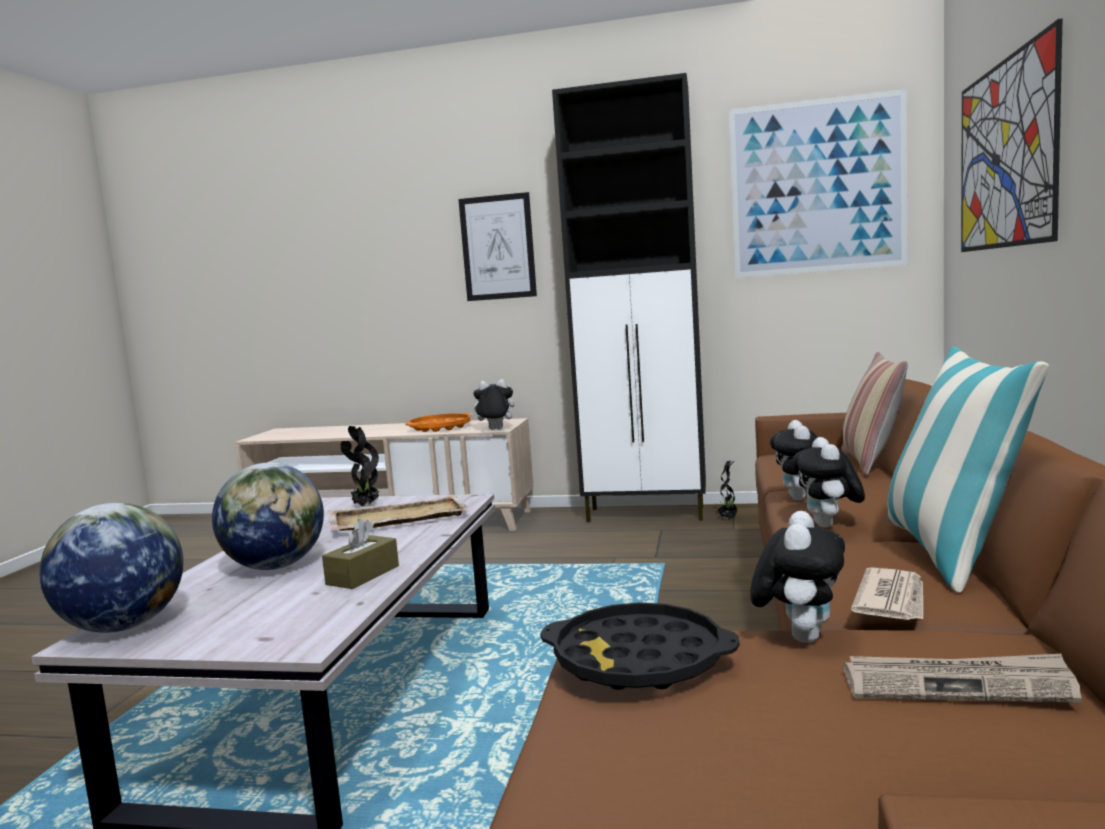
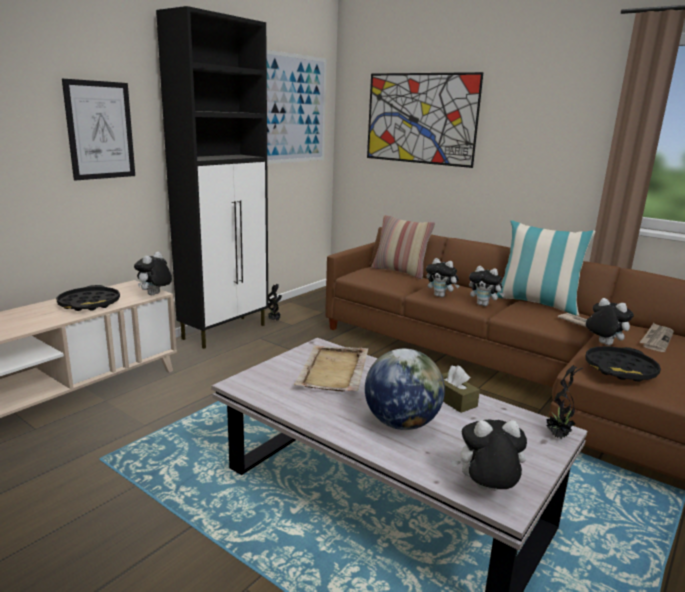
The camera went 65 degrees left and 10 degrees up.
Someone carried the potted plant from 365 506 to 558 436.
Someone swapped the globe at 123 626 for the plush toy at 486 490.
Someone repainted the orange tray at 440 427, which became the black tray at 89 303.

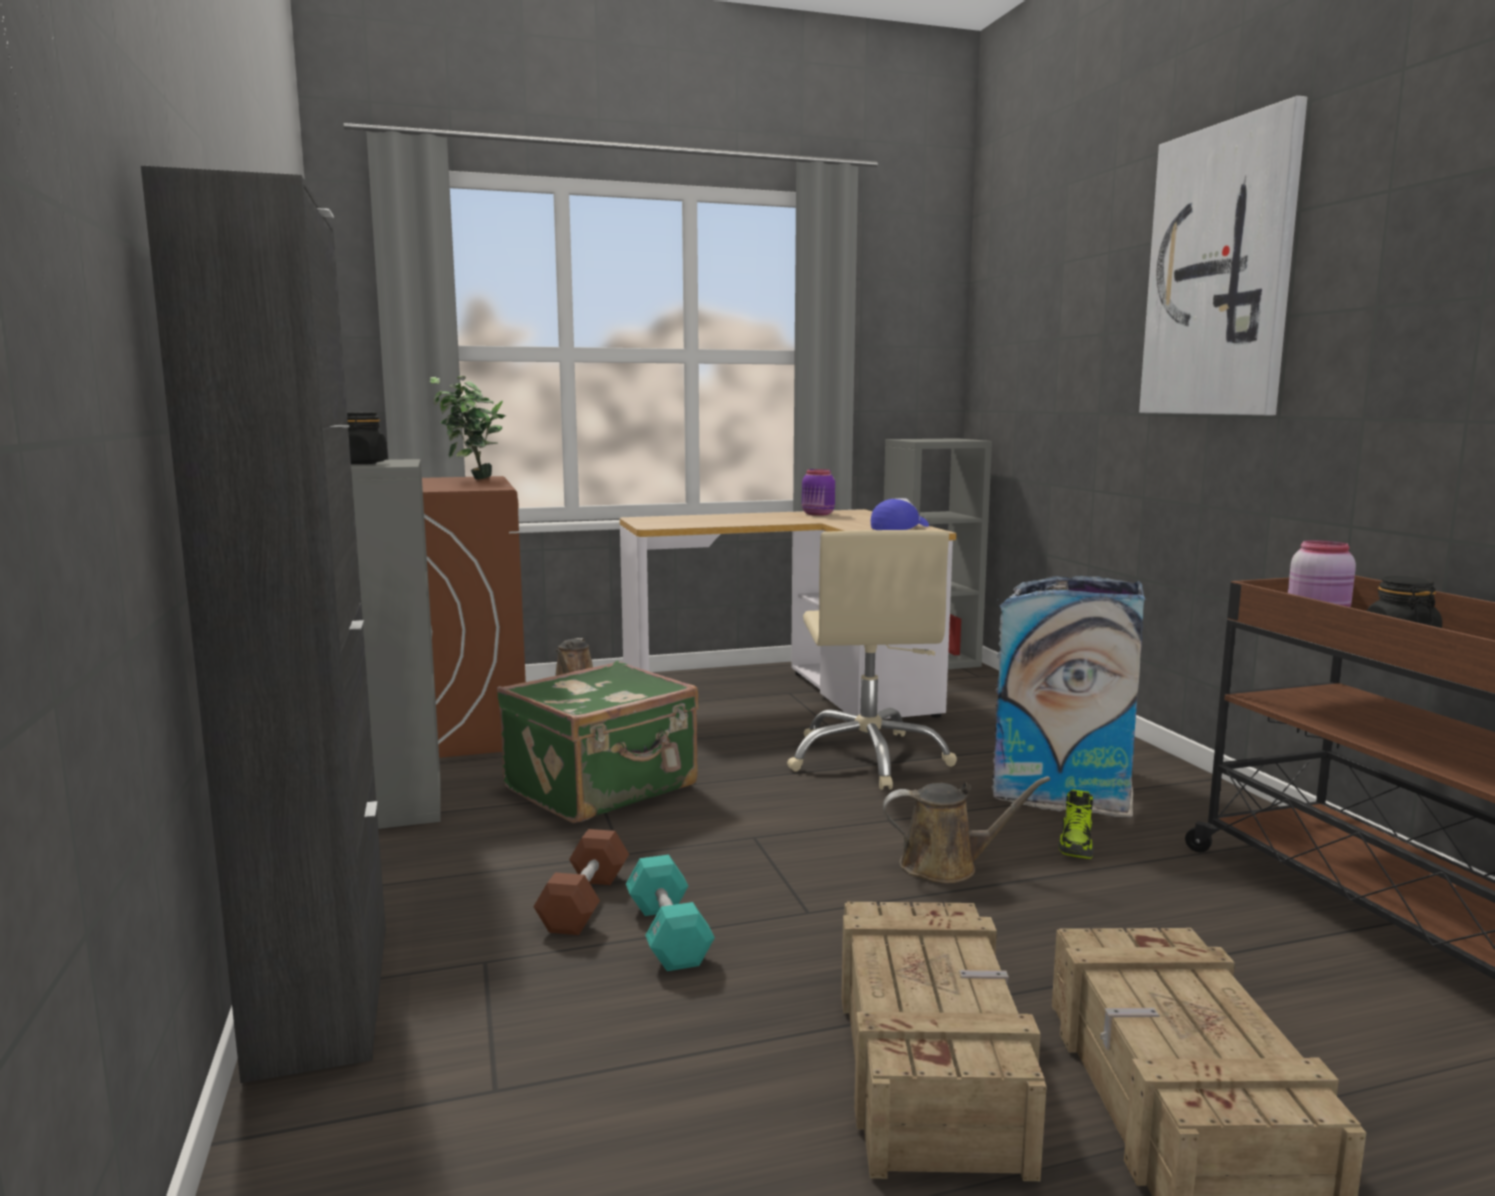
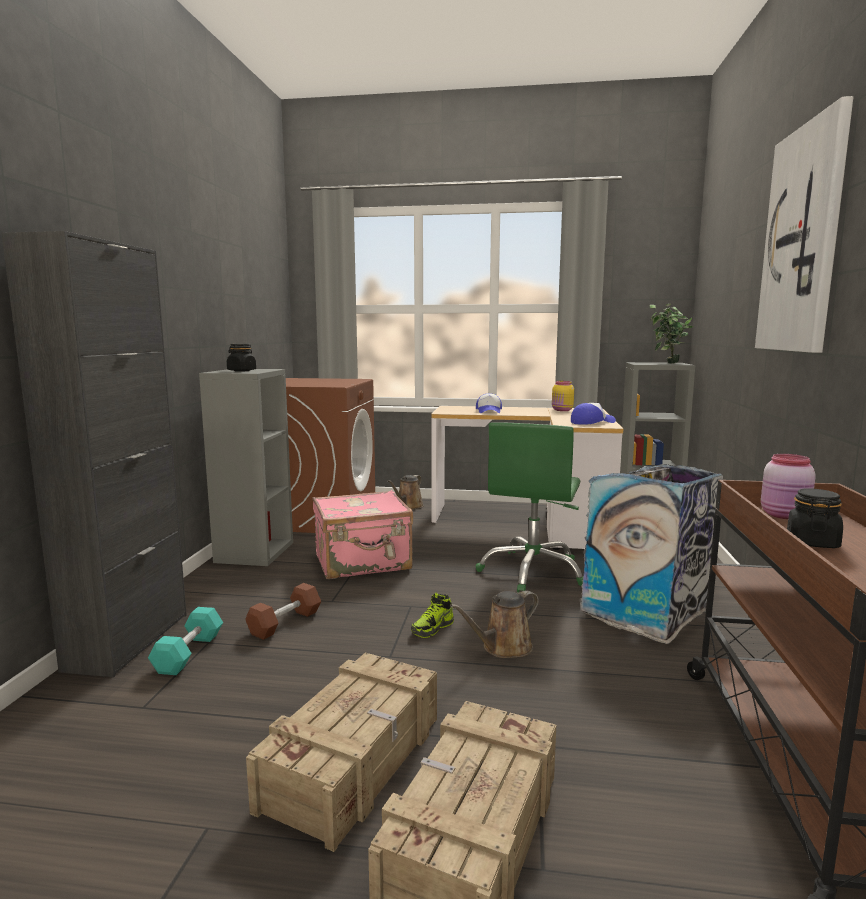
The camera went 25 degrees right and 0 degrees up.
Someone put down the cap at 489 411.
Someone carried the potted plant from 471 479 to 667 363.
Someone carried the turquoise dumbbell from 668 934 to 188 653.
Someone carried the shoe from 1076 845 to 432 628.
Someone repainted the green suitcase at 603 788, which became the pink suitcase at 363 562.
Someone repainted the beige office chair at 868 758, which became the green office chair at 532 571.
Someone repainted the purple jar at 818 514, which became the yellow jar at 562 410.
Someone rotated the brown watering can at 946 866 by 120 degrees clockwise.

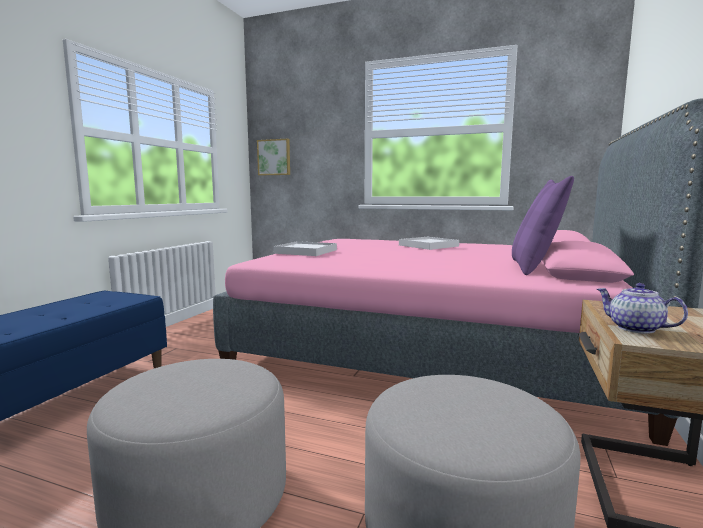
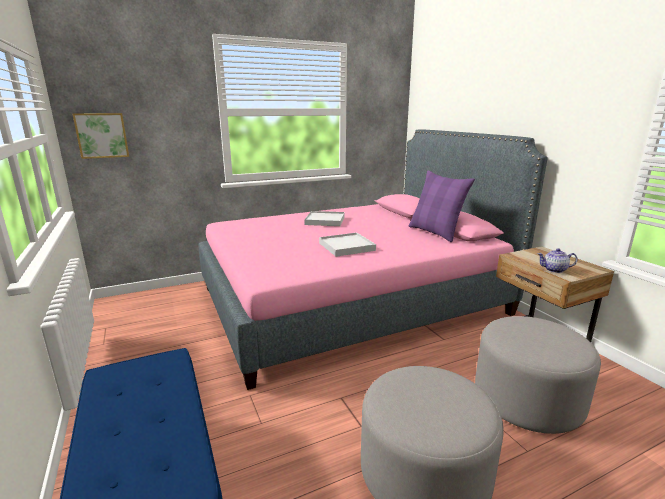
The camera went 45 degrees left and 10 degrees up.
Someone carried the white tray from 306 251 to 346 246.

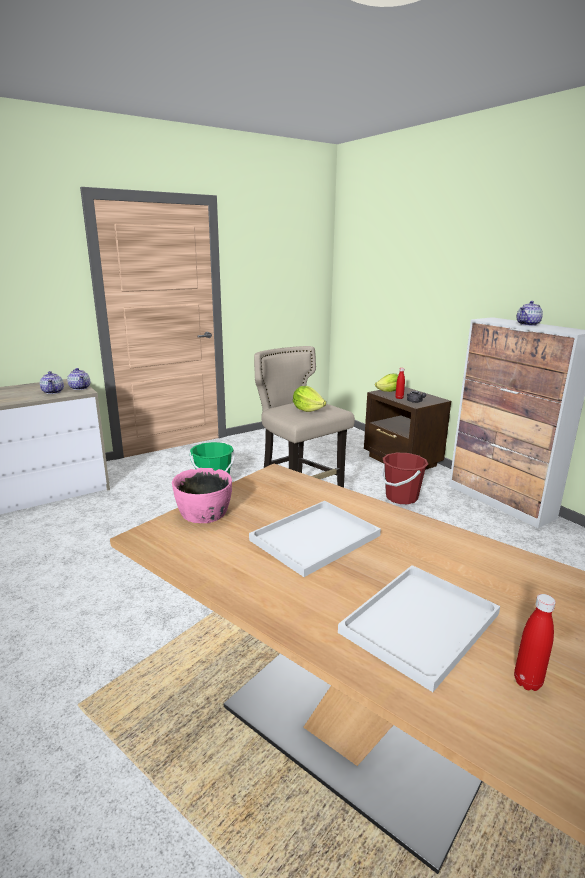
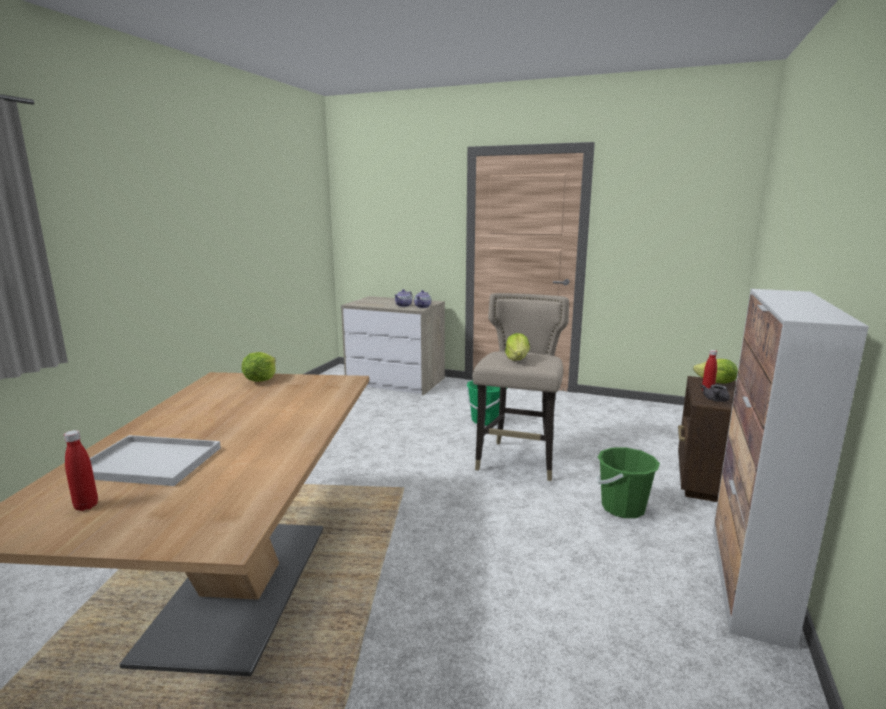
The camera went 55 degrees right and 5 degrees down.
Someone took away the white tray at 314 539.
Someone took away the teapot at 528 324.
Someone swapped the pink bowl at 204 513 for the lettuce at 260 380.
Someone repainted the red bucket at 401 497, which became the green bucket at 623 508.

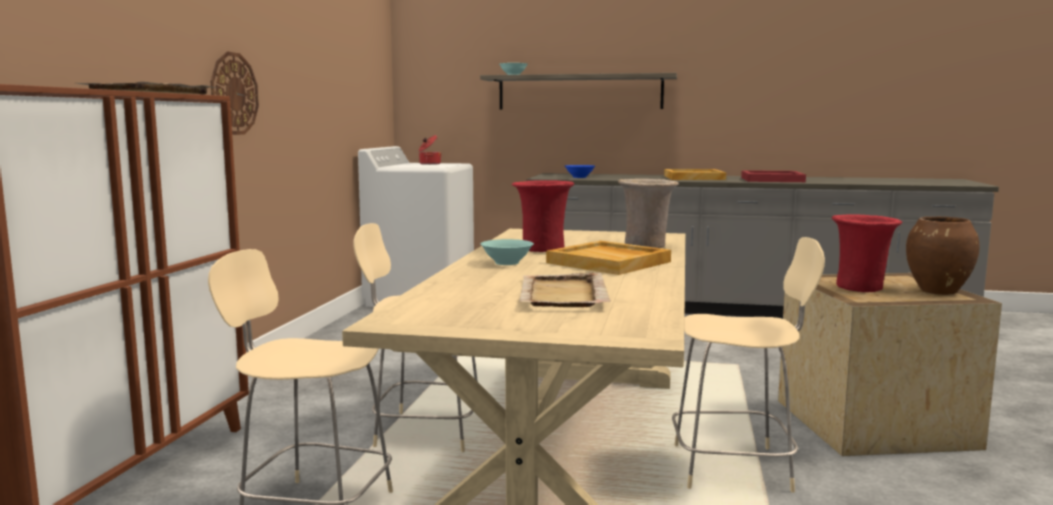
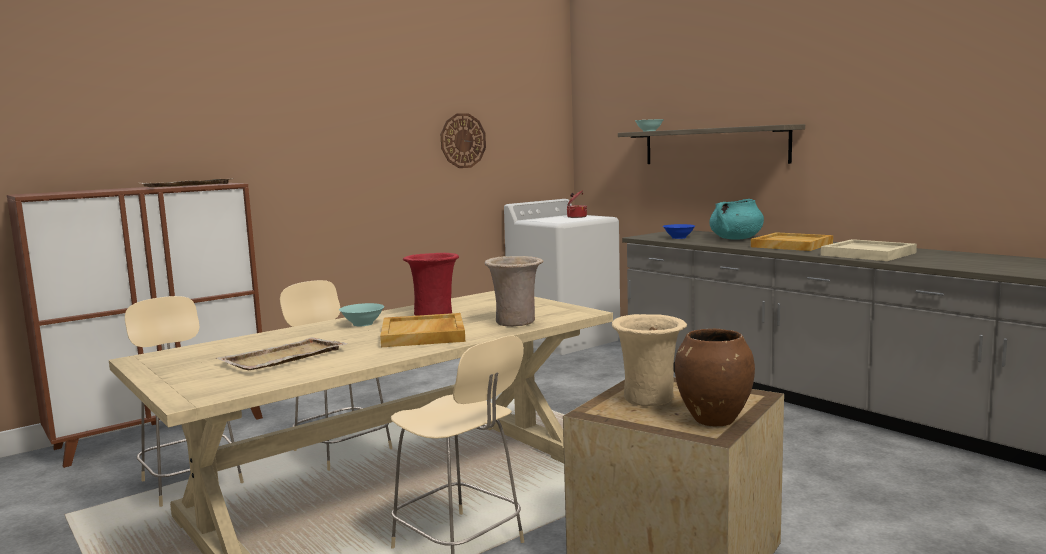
The camera went 40 degrees right and 0 degrees up.
Someone put down the turquoise cooking pot at 736 239.
Someone carried the wall clock from 234 93 to 463 140.
Someone repainted the red tray at 772 179, which became the beige tray at 869 254.
Someone repainted the red vase at 861 288, which became the beige vase at 650 399.

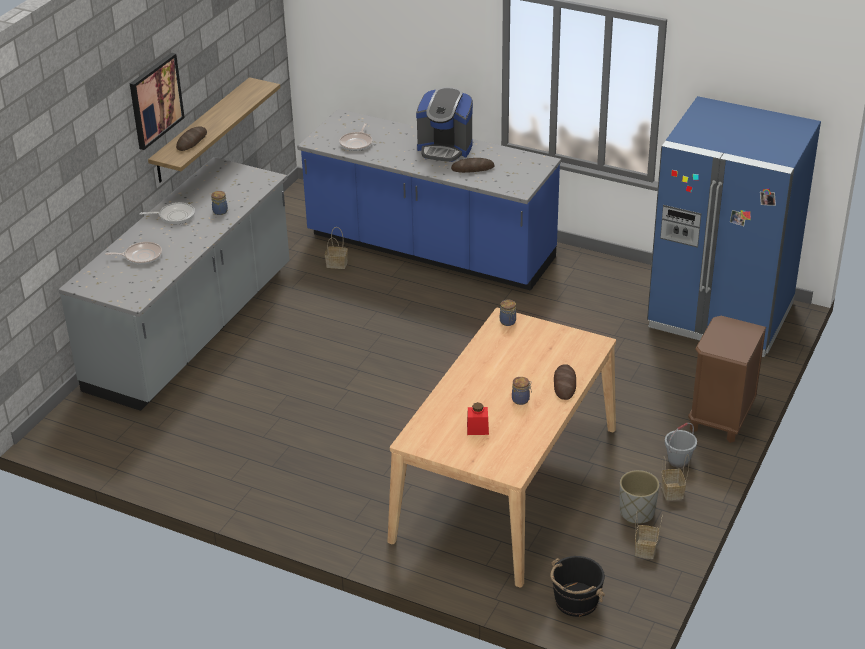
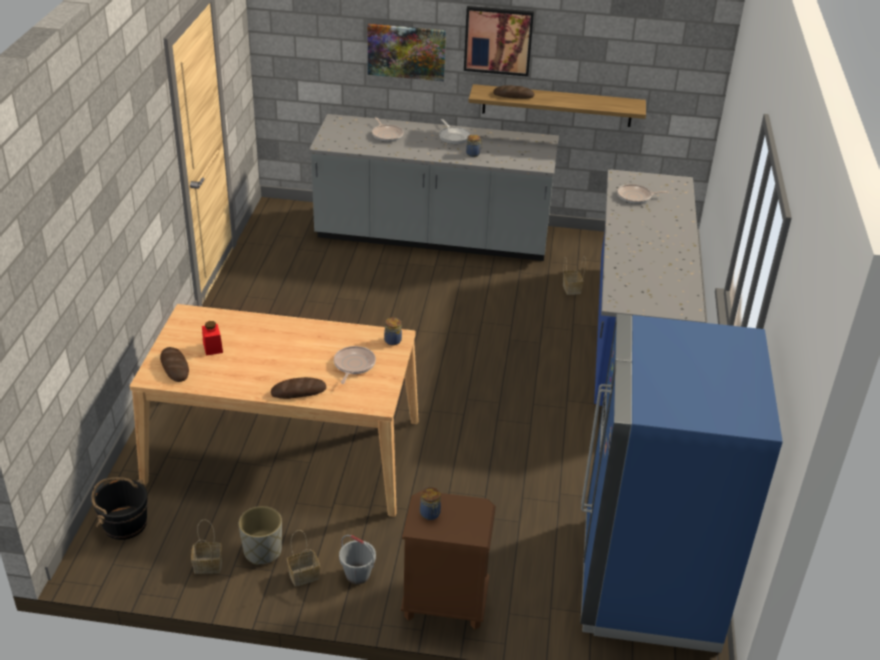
The camera went 70 degrees right and 0 degrees up.
Someone took away the coffee machine at 445 148.
Someone put down the frying pan at 353 365.
Someone put up the picture at 406 51.
Someone carried the bread from 472 168 to 174 367.
Someone carried the jar from 521 400 to 430 514.

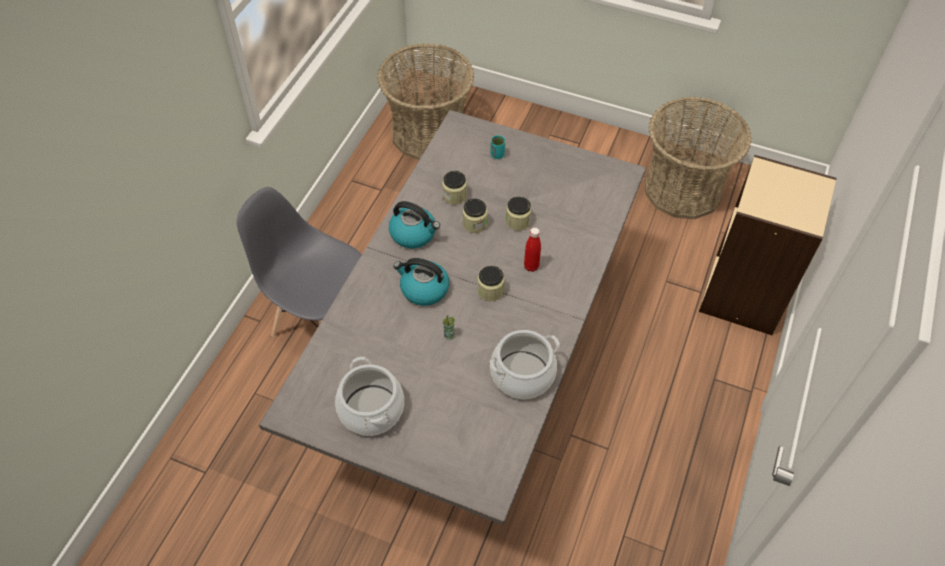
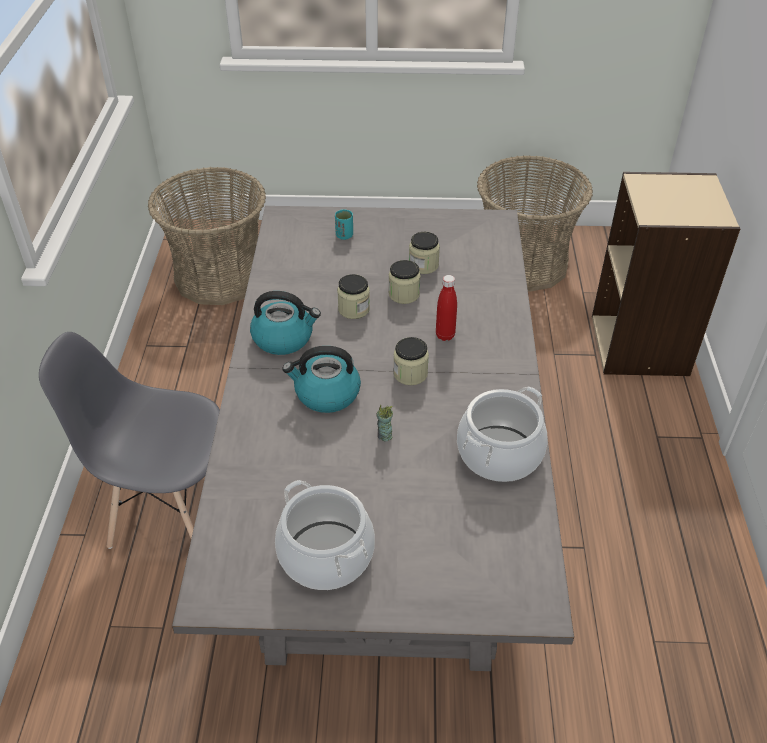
The camera went 20 degrees left and 10 degrees down.
Someone carried the jar from 454 196 to 423 265.

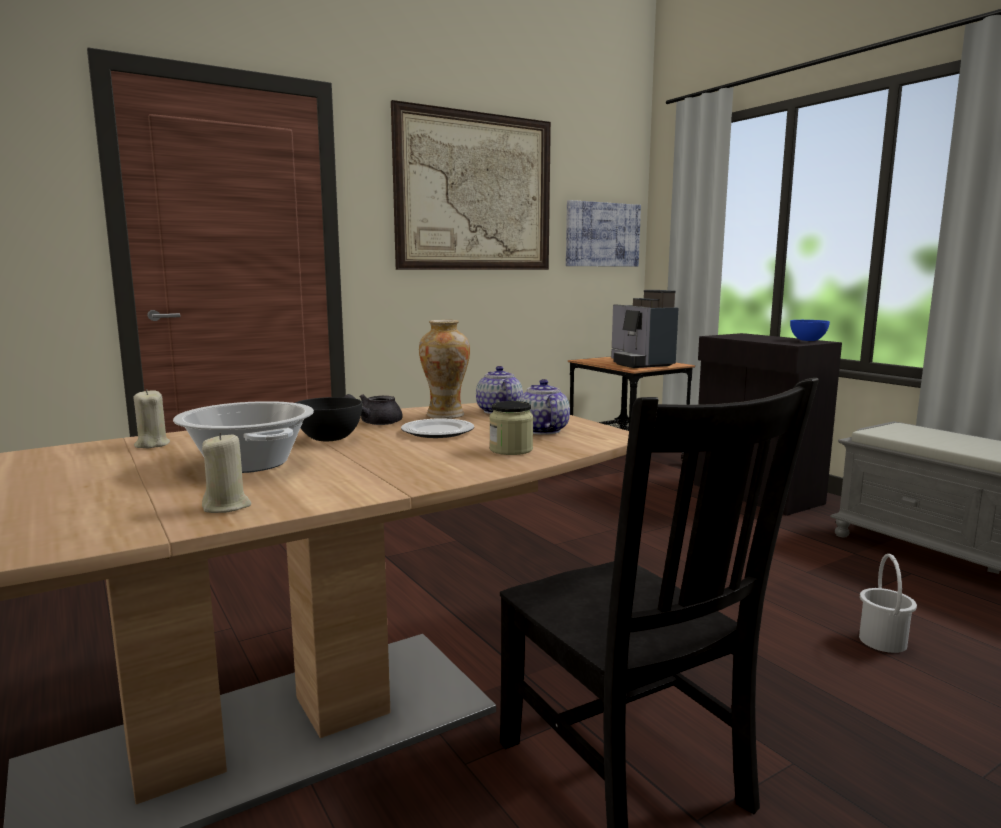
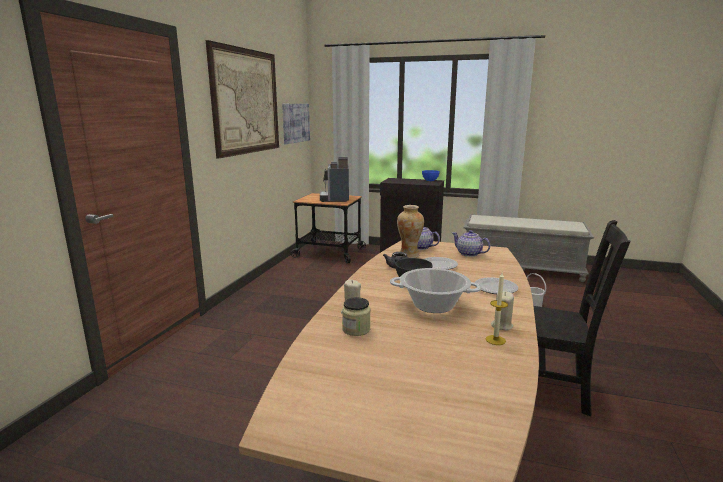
The camera went 40 degrees left and 5 degrees up.
Someone put down the plate at 495 288.
Someone put down the candle at 495 340.
Someone carried the jar from 511 450 to 356 329.
Someone rotated the coffee machine at 640 364 by 60 degrees clockwise.

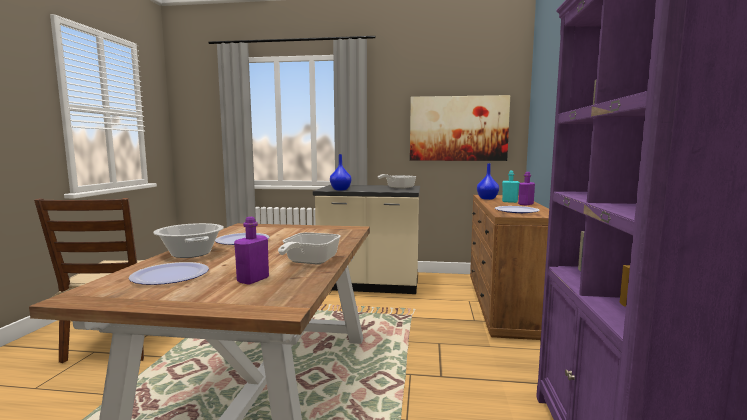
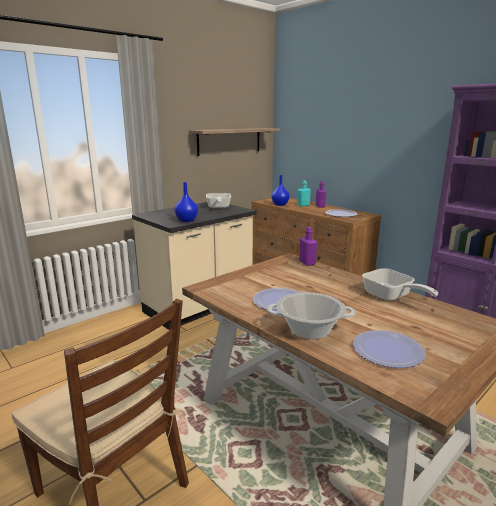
The camera went 50 degrees left and 10 degrees up.
Someone carried the purple bottle from 253 280 to 307 263.
Someone swapped the picture at 458 128 for the shelf at 229 141.

